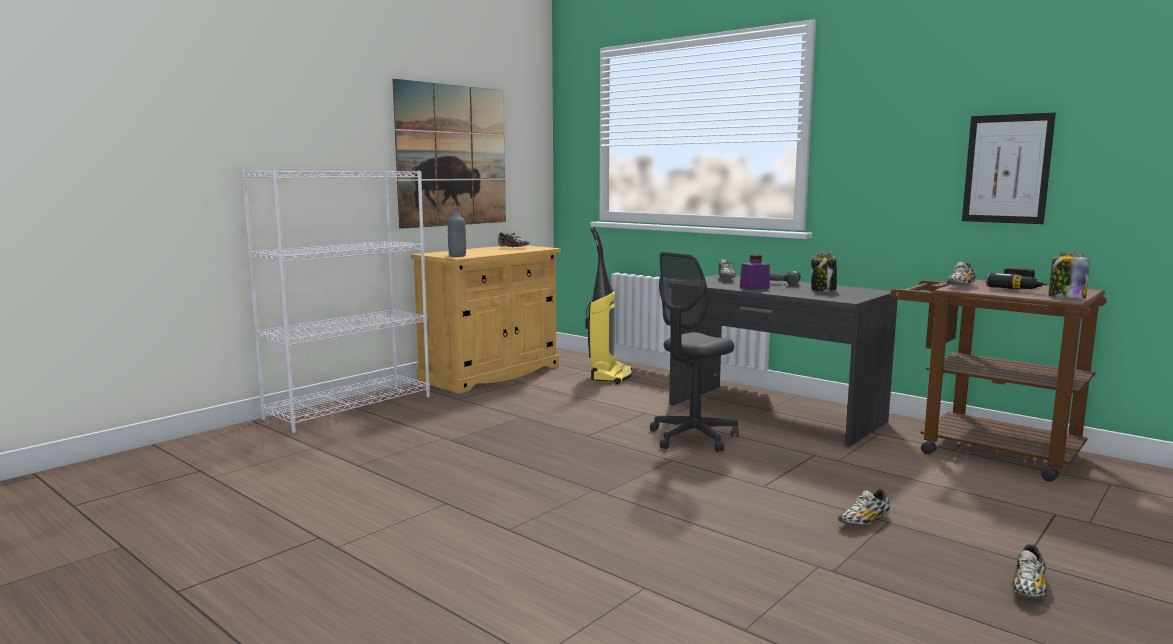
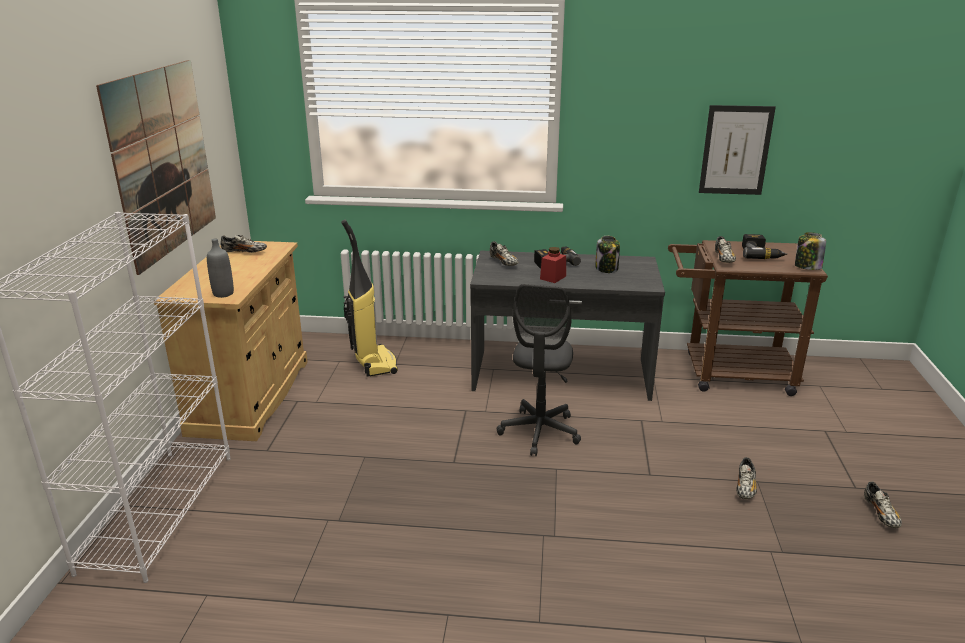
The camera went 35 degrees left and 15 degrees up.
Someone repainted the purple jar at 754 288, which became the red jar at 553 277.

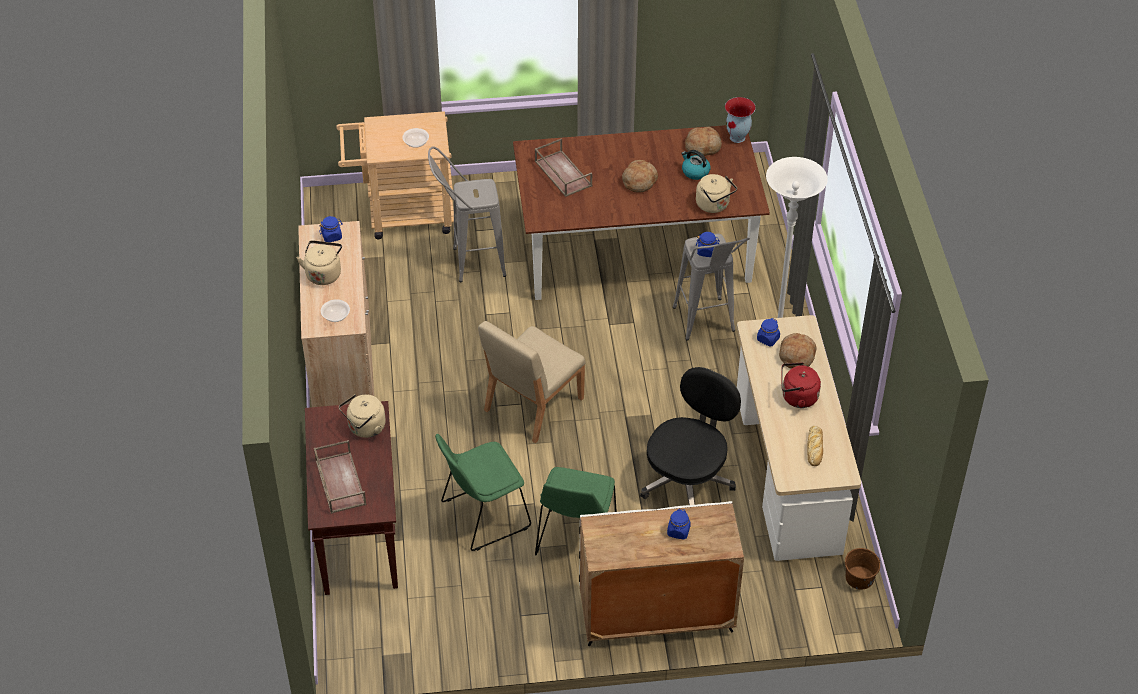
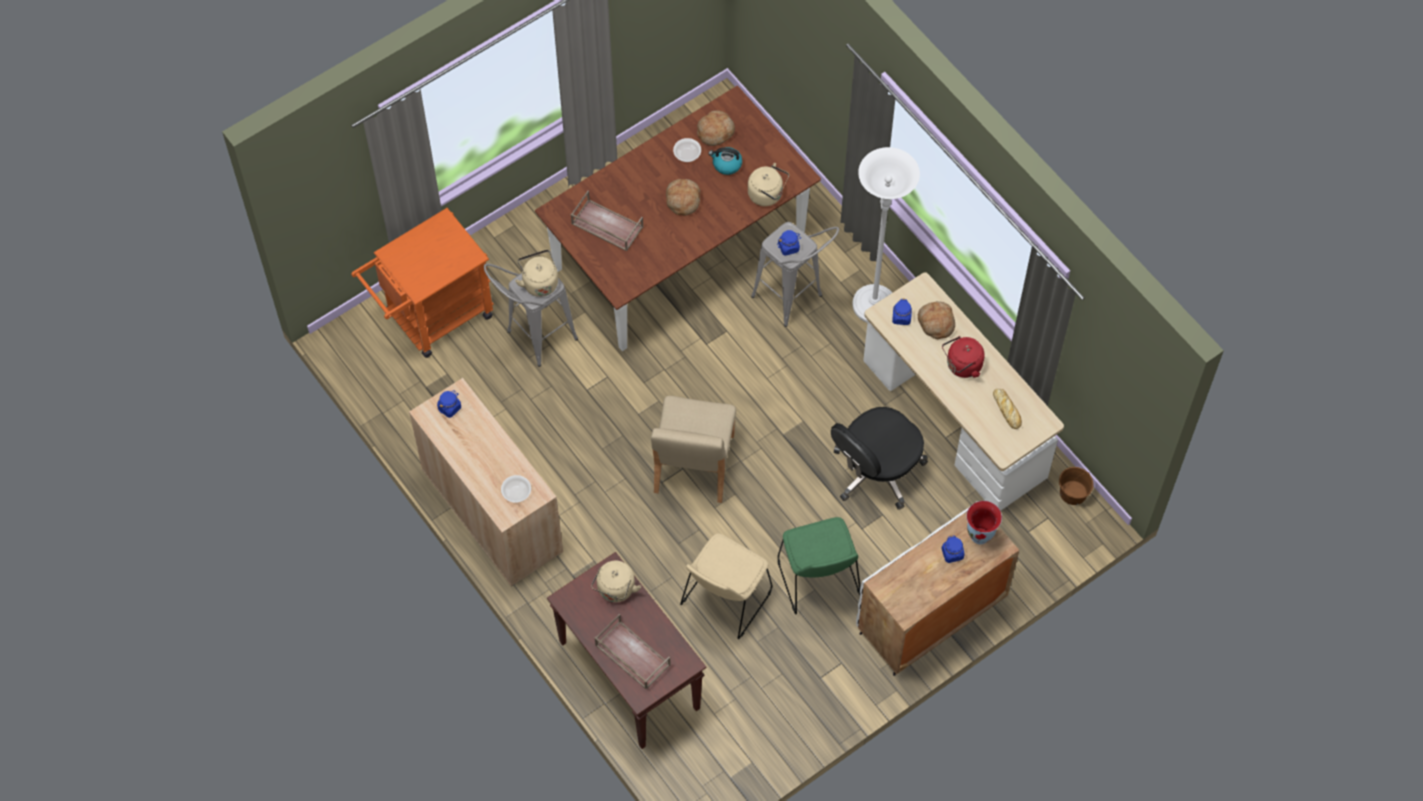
The camera went 30 degrees left and 15 degrees up.
Someone carried the beige kettle from 323 273 to 539 282.
Someone carried the bowl from 416 143 to 687 154.
Someone carried the vase from 738 137 to 980 536.
Someone repainted the beige cart at 402 215, which became the orange cart at 432 318.
Someone repainted the green chair at 482 516, which became the beige chair at 724 600.
Someone rotated the black office chair at 687 480 by 135 degrees counterclockwise.

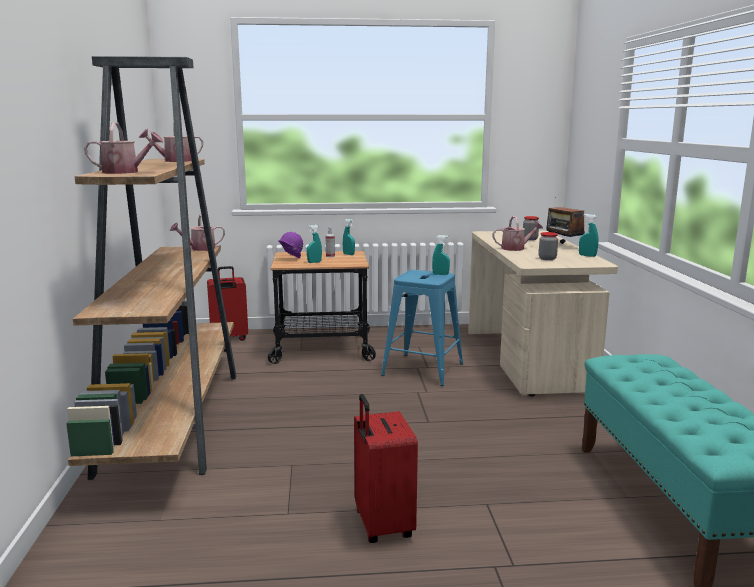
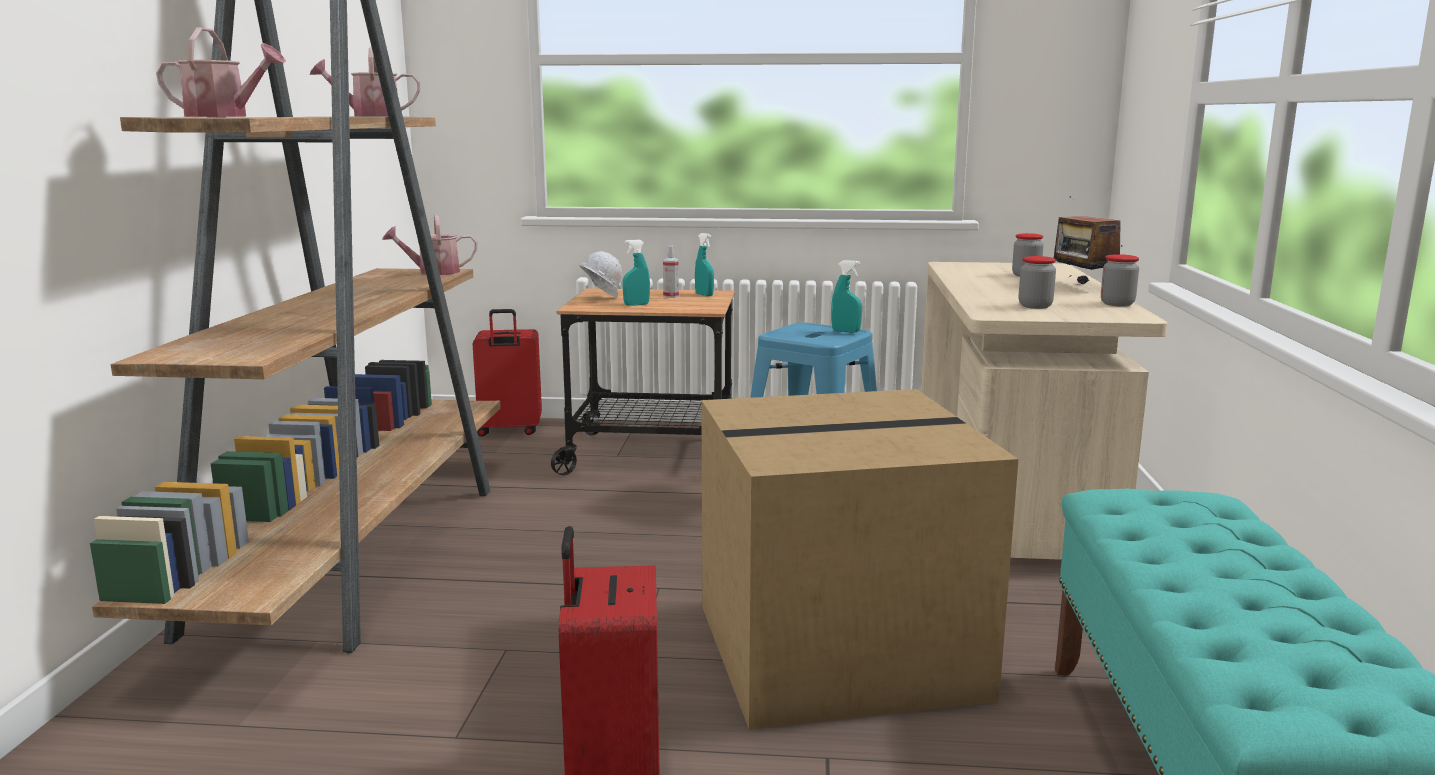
The camera went 10 degrees right and 0 degrees up.
Someone took away the watering can at 516 248.
Someone put down the cardboard box at 835 652.
Someone swapped the turquoise spray bottle at 587 256 for the jar at 1117 304.
Someone repainted the purple hard hat at 290 259, which became the white hard hat at 600 299.

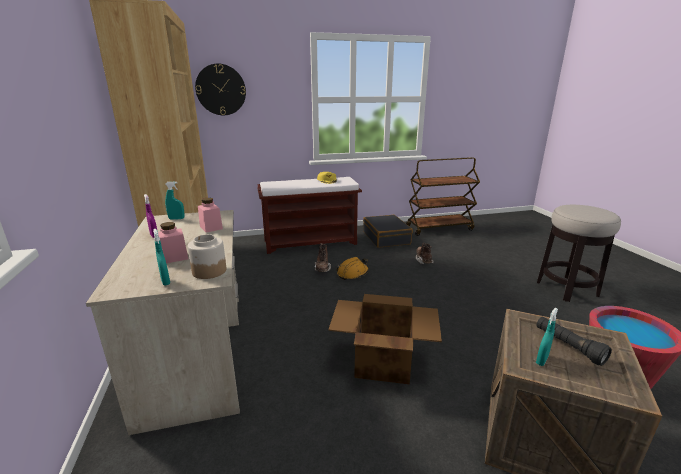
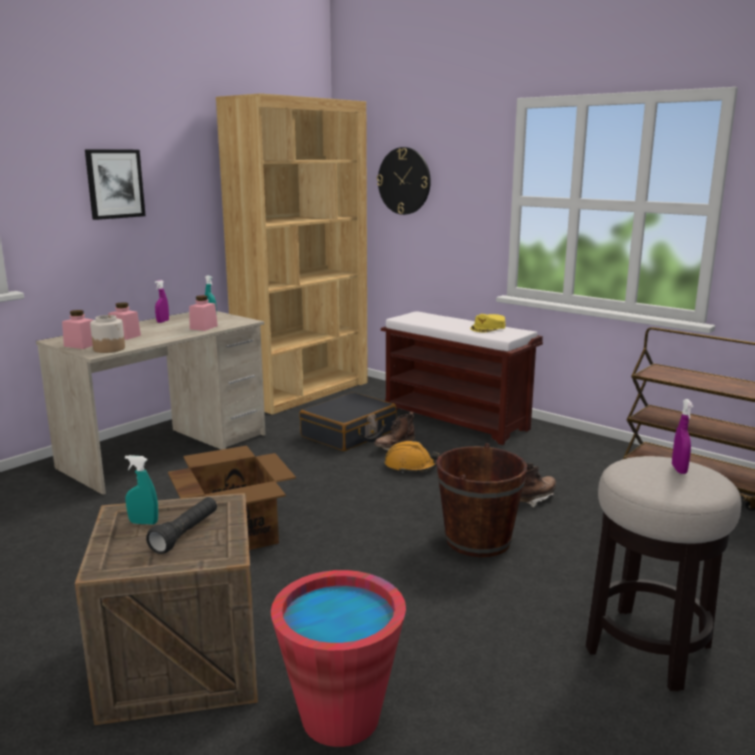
The camera went 55 degrees right and 5 degrees down.
Someone put up the picture at 115 184.
Someone put down the brown bucket at 478 540.
Someone put down the purple spray bottle at 679 469.
Someone carried the black suitcase from 386 238 to 349 434.
Someone swapped the turquoise spray bottle at 165 281 for the pink jar at 80 345.

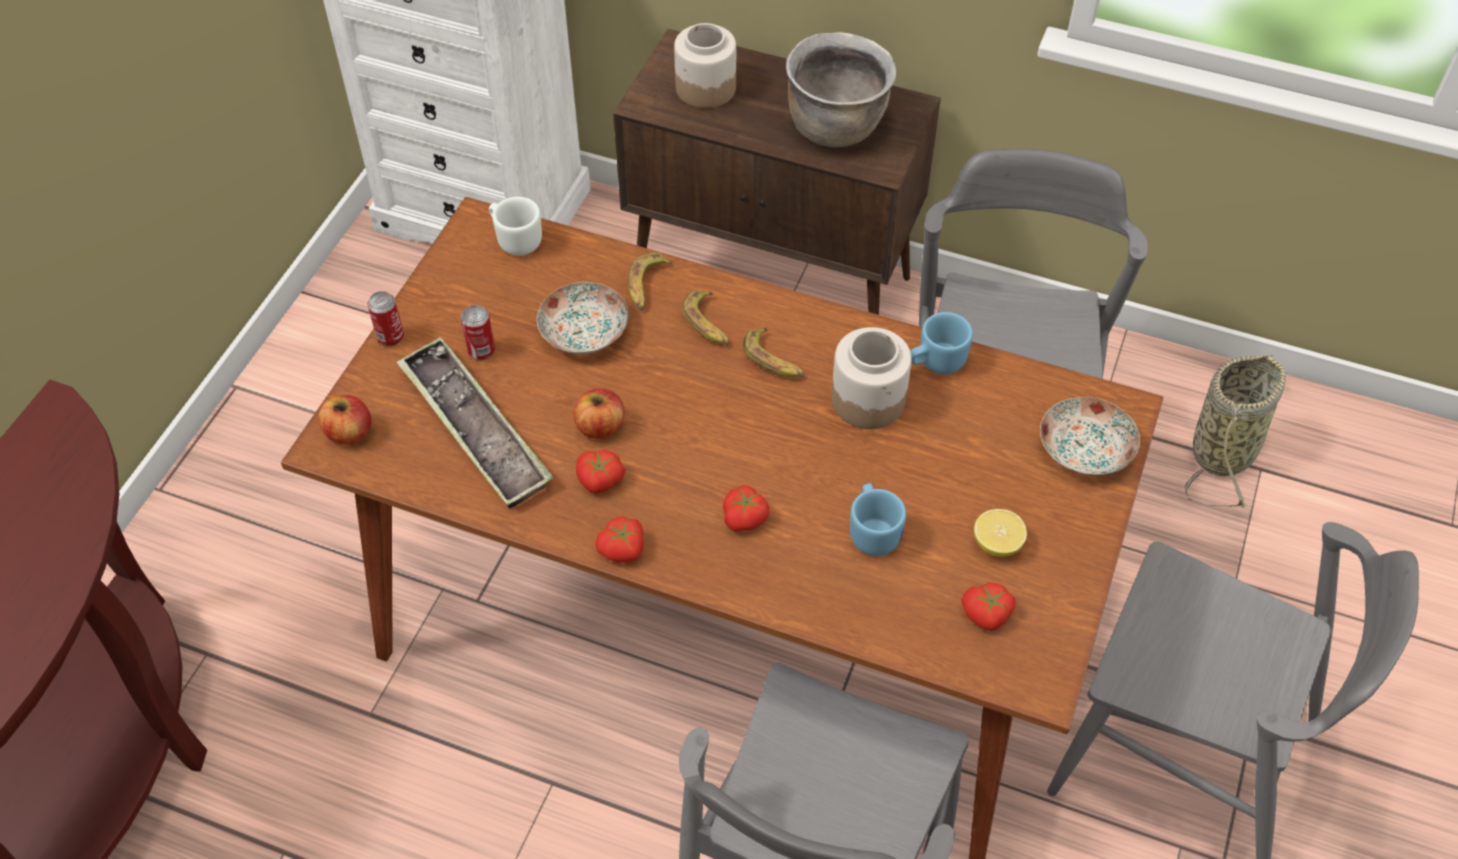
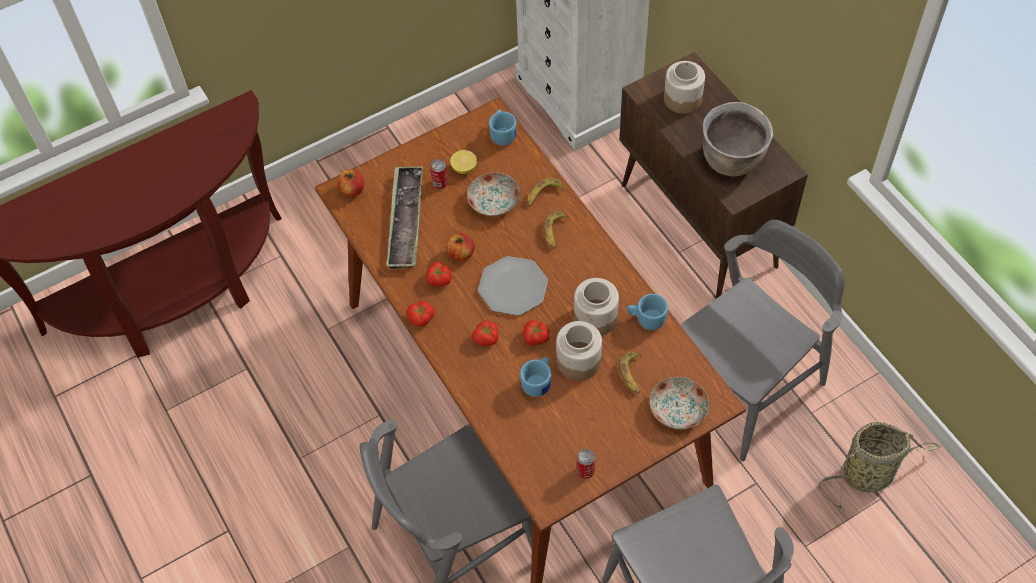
The camera went 40 degrees right and 5 degrees up.
Someone put down the plate at 512 287.
Someone put down the jar at 578 360.
Someone carried the can from 390 337 to 585 471.
Someone carried the banana from 773 360 to 632 375.
Someone carried the tomato from 986 615 to 535 338.
Someone carried the lemon from 997 544 to 464 168.
Someone repainted the white mug at 515 239, which became the blue mug at 503 134.

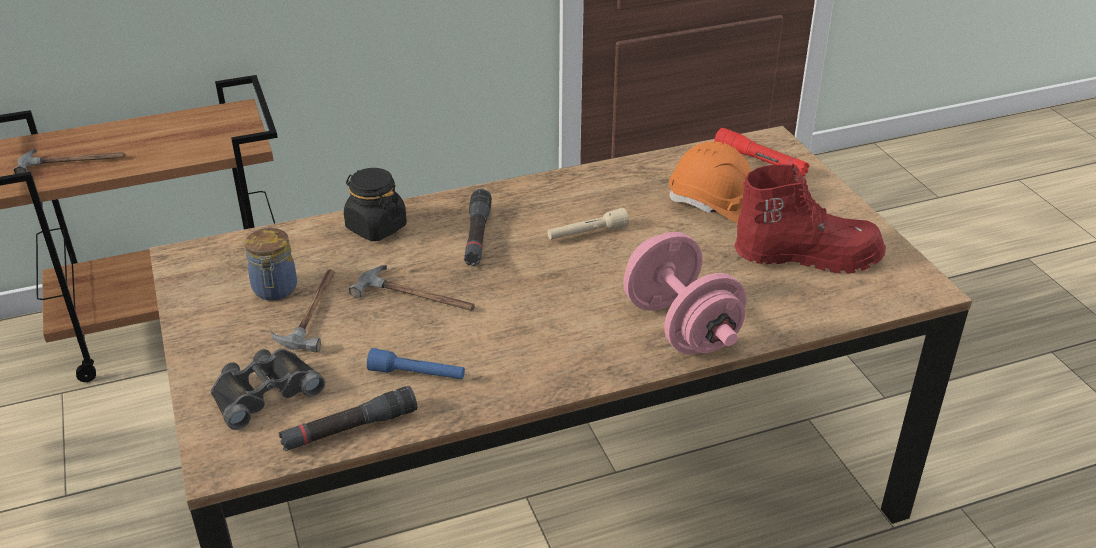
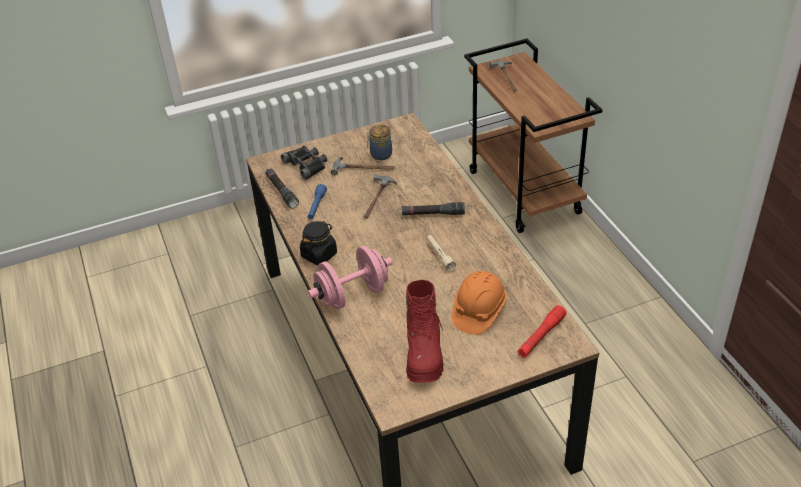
The camera went 90 degrees right and 5 degrees up.
Someone carried the black jar from 376 227 to 319 254.

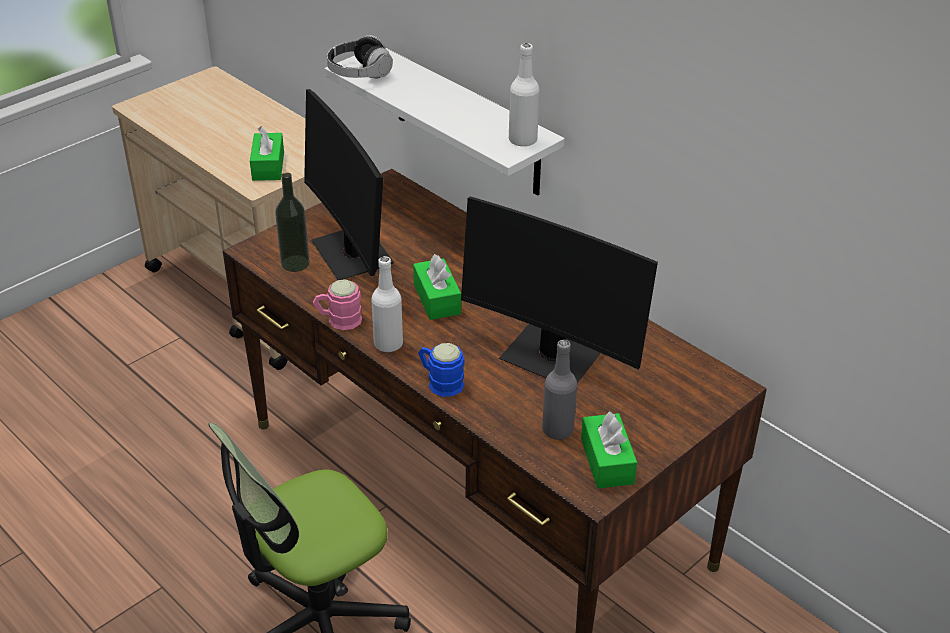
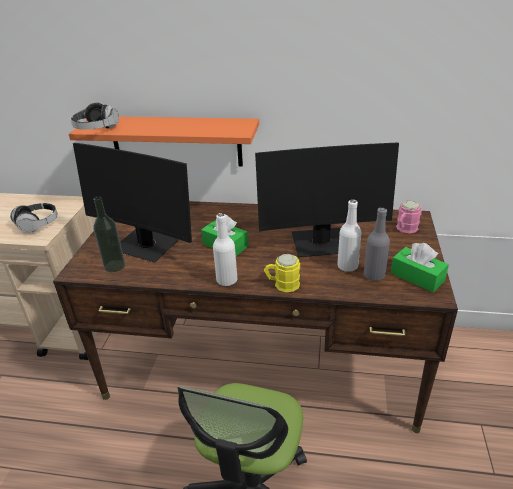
The camera went 35 degrees left and 5 degrees down.
Someone carried the pink mug from 338 320 to 405 229.
Someone carried the white bottle from 522 140 to 347 266.
Someone swapped the green tissue box at 268 166 for the headphones at 38 224.
Someone repainted the white shelf at 466 122, which became the orange shelf at 176 141.
Someone repainted the blue mug at 440 382, which became the yellow mug at 282 284.

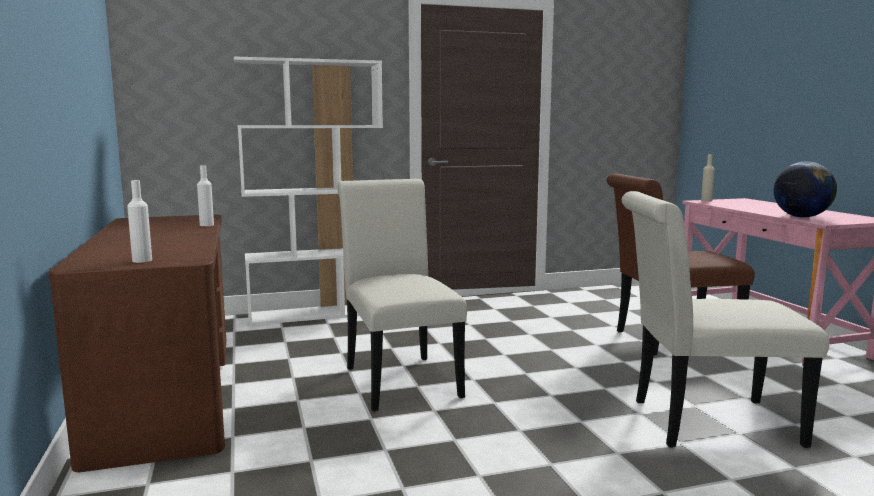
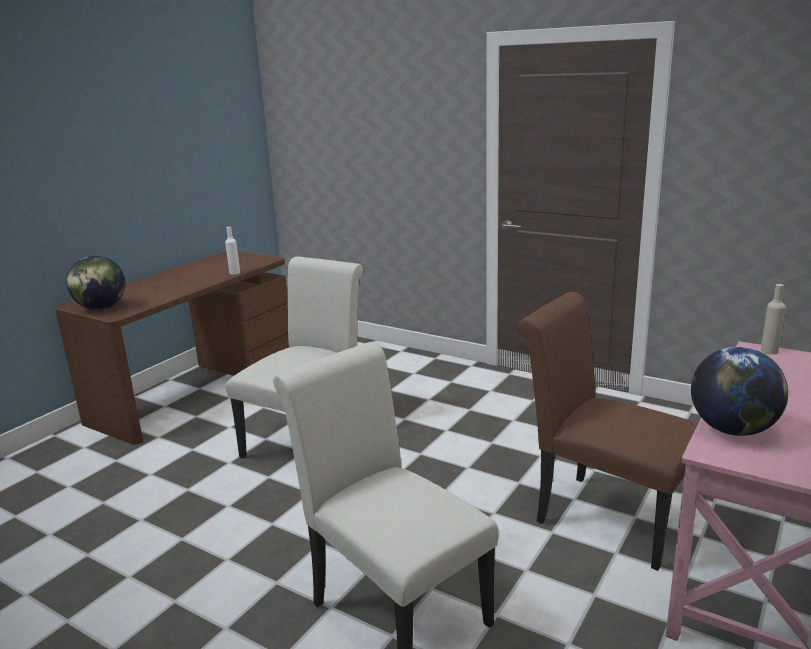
The camera went 50 degrees right and 10 degrees up.
Someone took away the white bookcase at 317 314.
Someone swapped the white bottle at 142 260 for the globe at 101 308.

